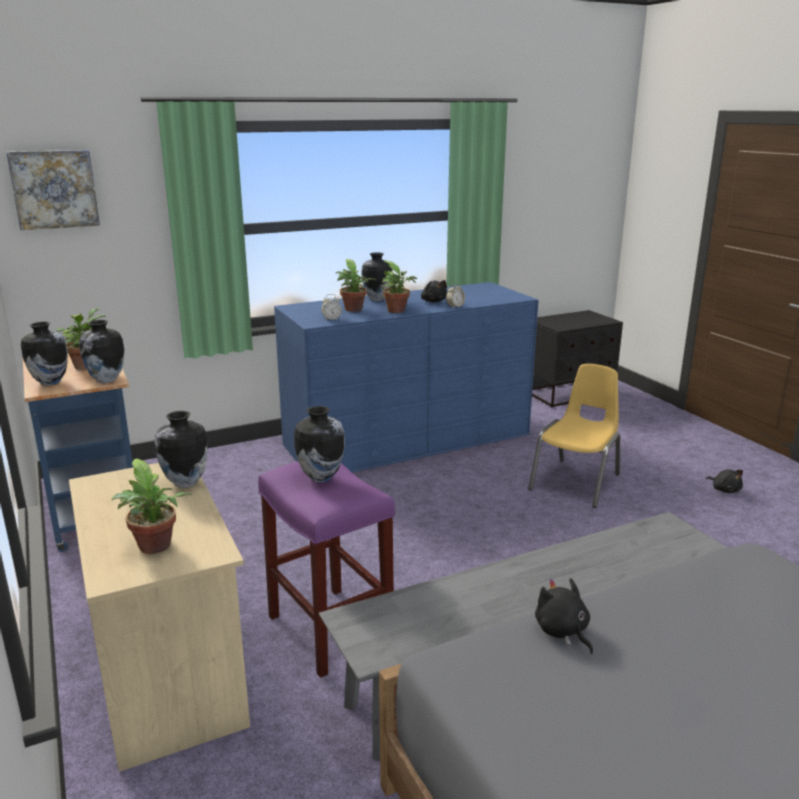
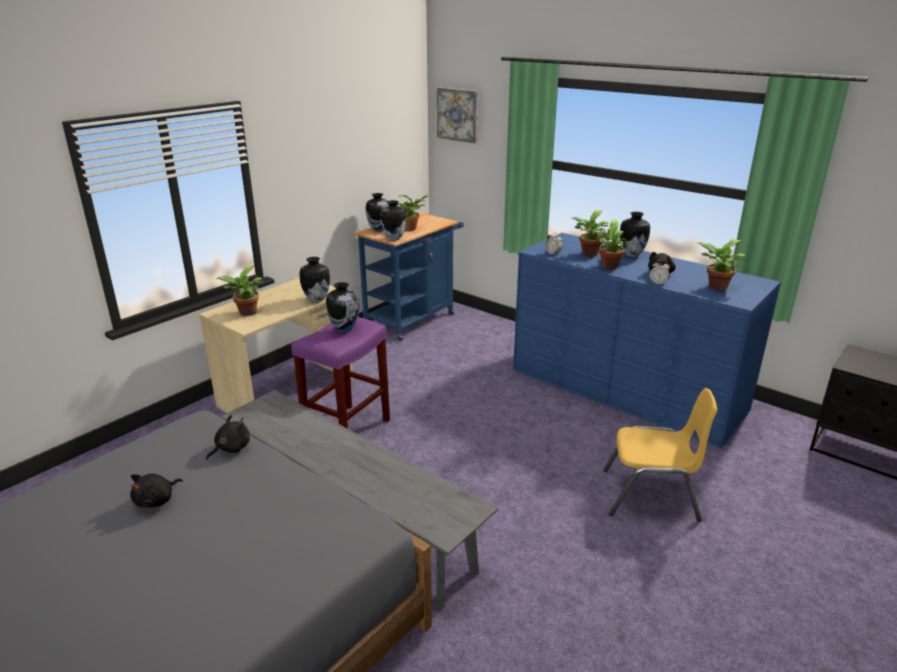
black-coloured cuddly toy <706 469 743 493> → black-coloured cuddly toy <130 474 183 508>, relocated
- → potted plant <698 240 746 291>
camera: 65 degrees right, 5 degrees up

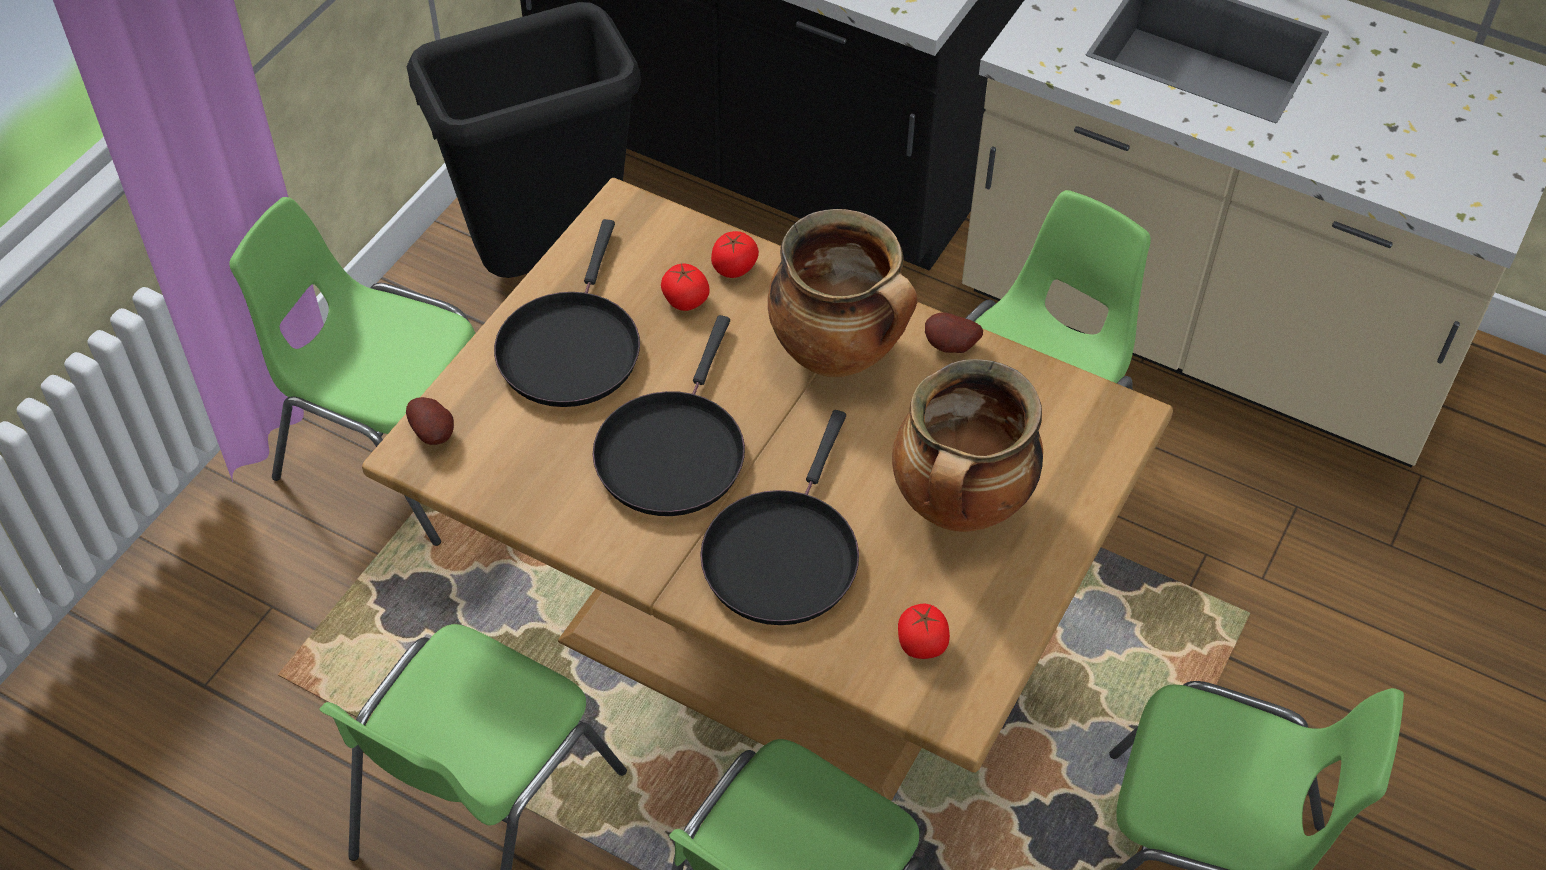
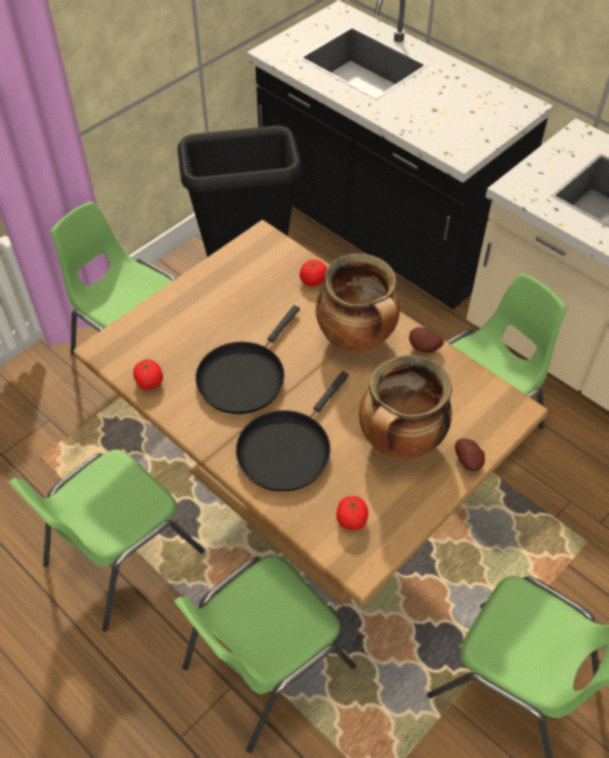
fresh tomato <661 263 709 311> → fresh tomato <133 360 163 389>, relocated
spud <406 397 454 445> → spud <455 438 485 471>, relocated
black-coloured pan <494 219 640 407> → -
camera: 15 degrees right, 0 degrees up

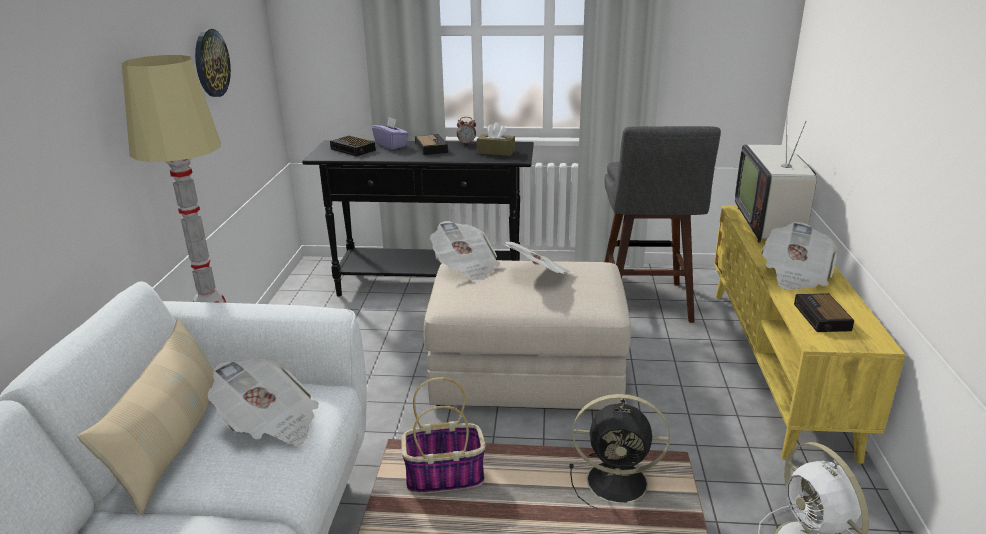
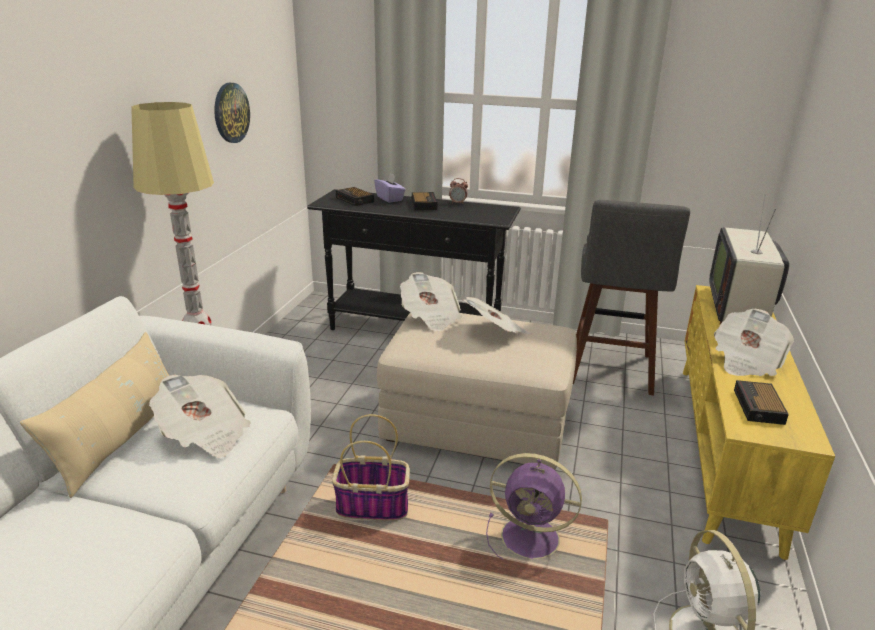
black-coloured fan <569 394 670 509> → purplish fan <486 453 582 560>
brown-coloured box of tissues <477 122 515 156> → -
camera: 10 degrees right, 0 degrees up

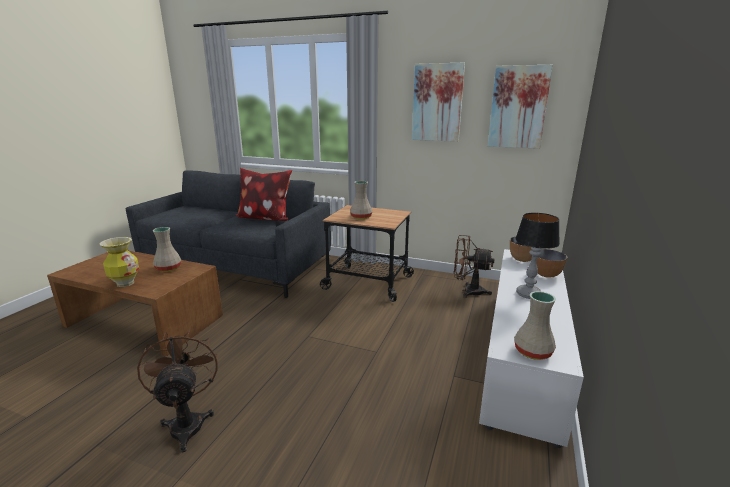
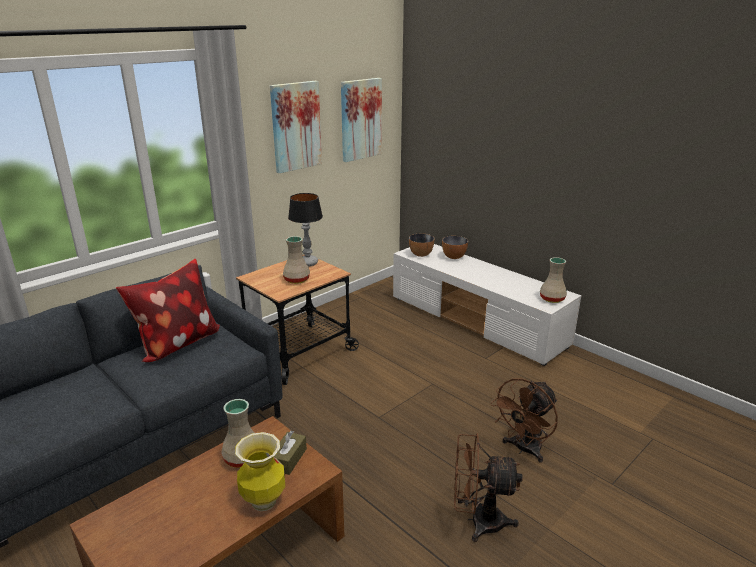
- → brown-coloured box of tissues <274 430 307 475>
table lamp <515 213 560 299> → table lamp <288 193 323 267>, relocated
brown-coloured fan <454 235 495 298> → brown-coloured fan <490 379 558 463>, relocated
camera: 65 degrees left, 5 degrees up

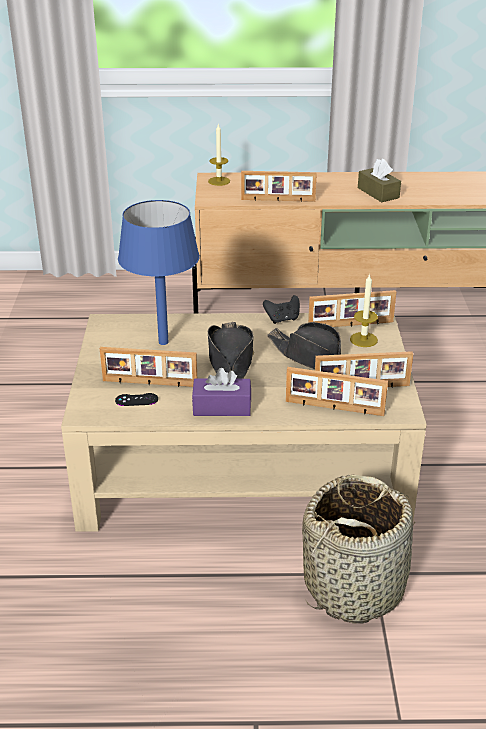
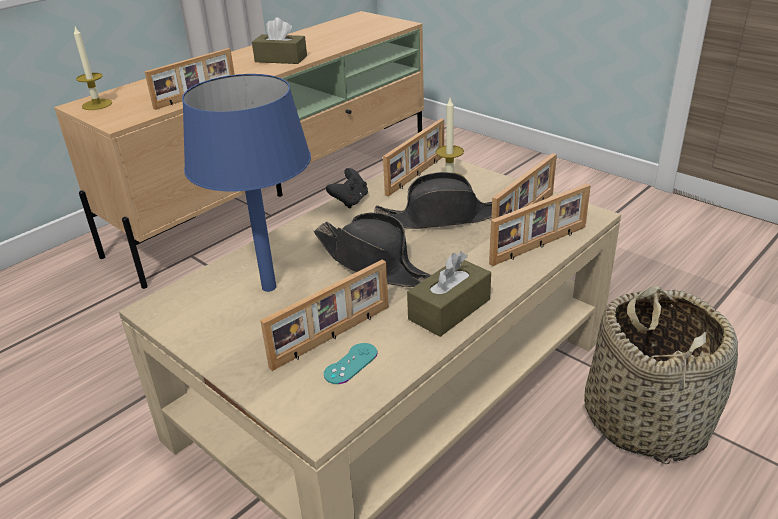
black-coloured game controller <115 393 158 406> → turquoise-coloured game controller <324 343 377 384>
purplish box of tissues <192 368 251 416> → brown-coloured box of tissues <407 252 491 337>
camera: 45 degrees left, 0 degrees up

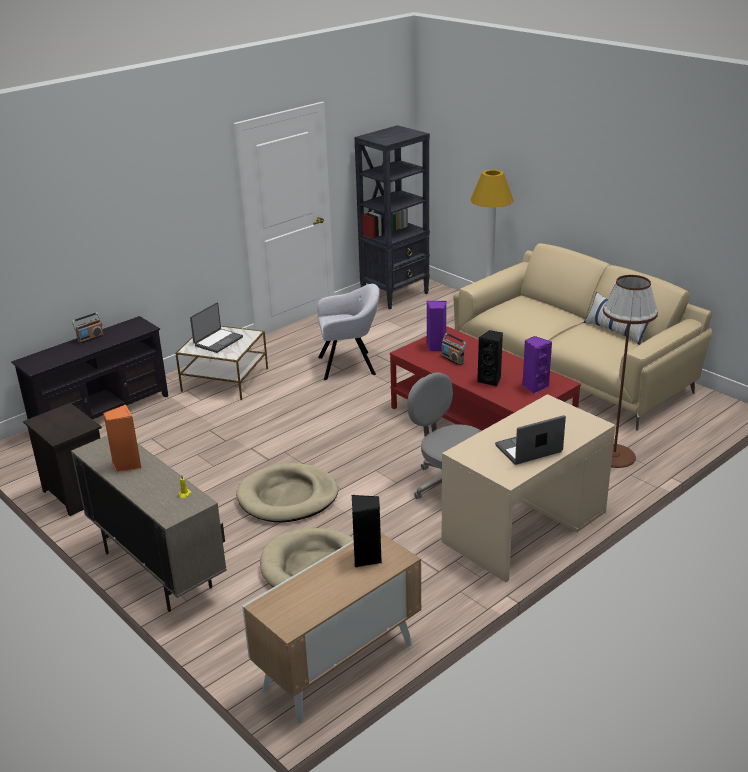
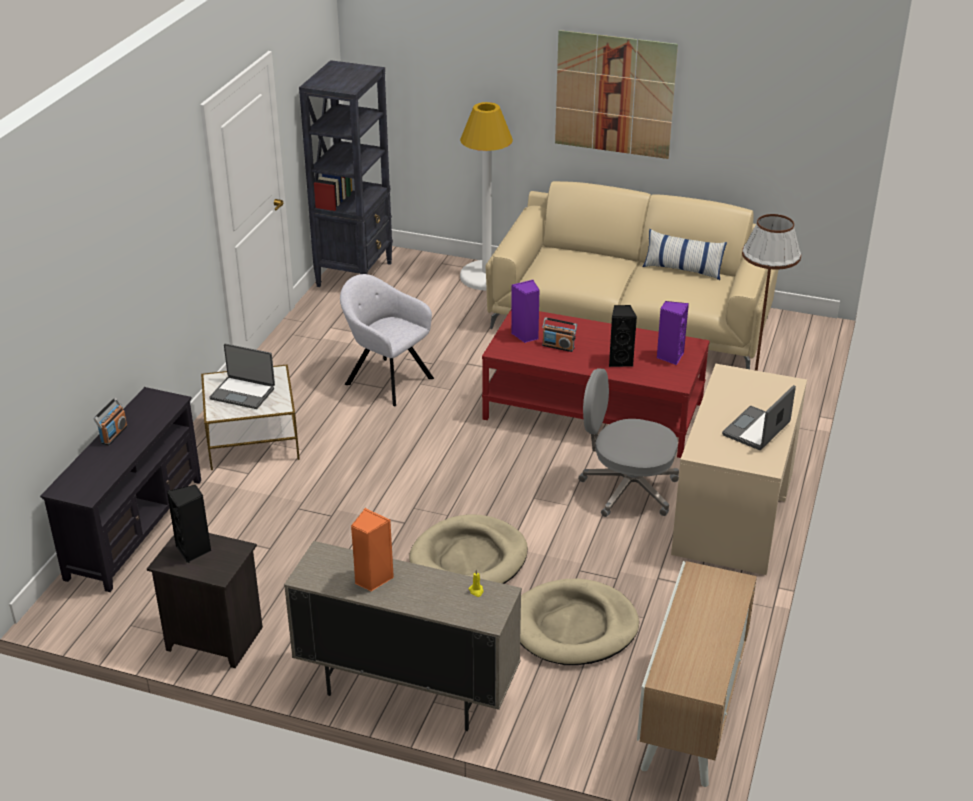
black-coloured audio speaker <352 495 382 567> → black-coloured audio speaker <167 485 211 563>, relocated
laptop <190 302 243 353> → laptop <209 344 275 409>, 105 degrees clockwise
greyish lounge chair <317 284 380 380> → greyish lounge chair <340 274 434 406>, 105 degrees counterclockwise
- → wall picture <555 30 678 159>
camera: 30 degrees left, 5 degrees up

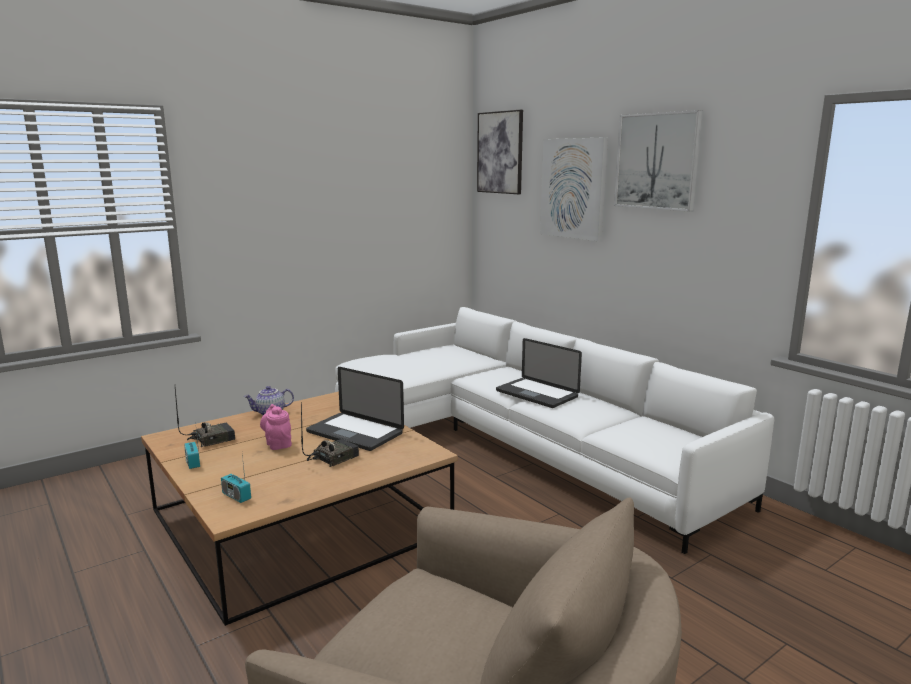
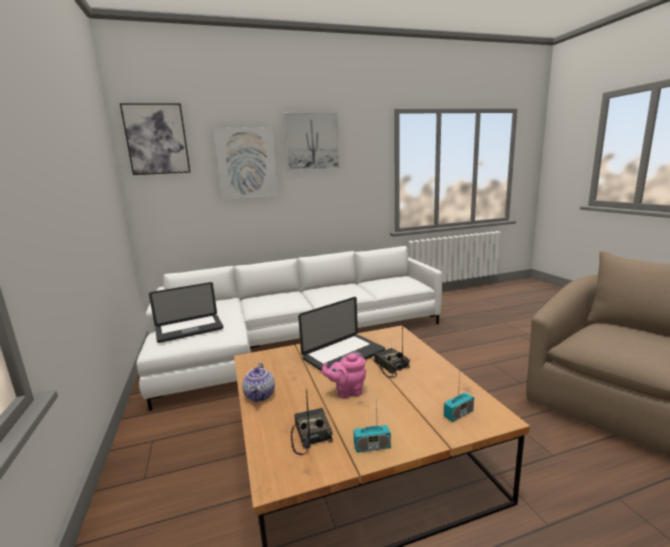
laptop <496 338 582 408> → laptop <149 282 223 343>, relocated
camera: 70 degrees left, 0 degrees up

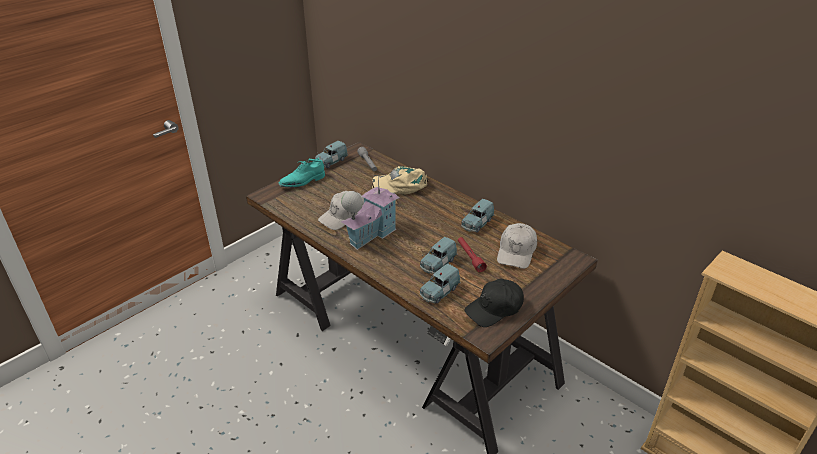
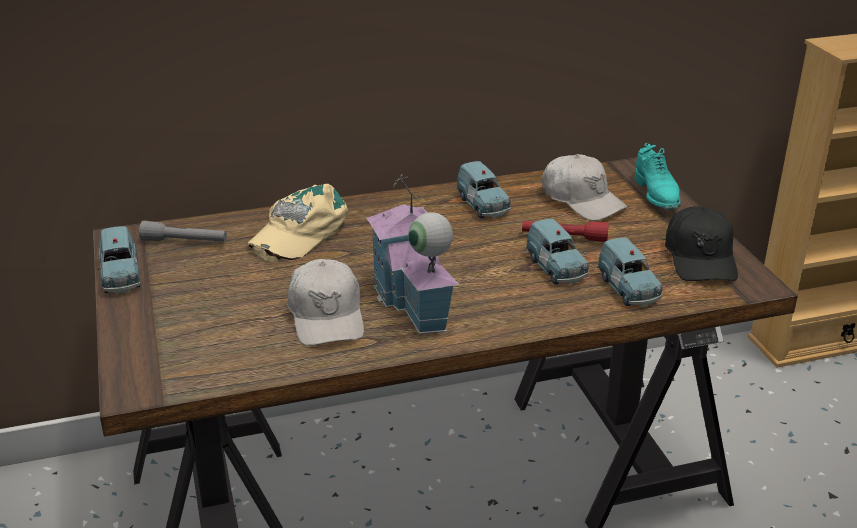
turquoise-coloured shoe <278 158 325 187> → turquoise-coloured shoe <634 143 681 210>, relocated
camera: 60 degrees left, 5 degrees down

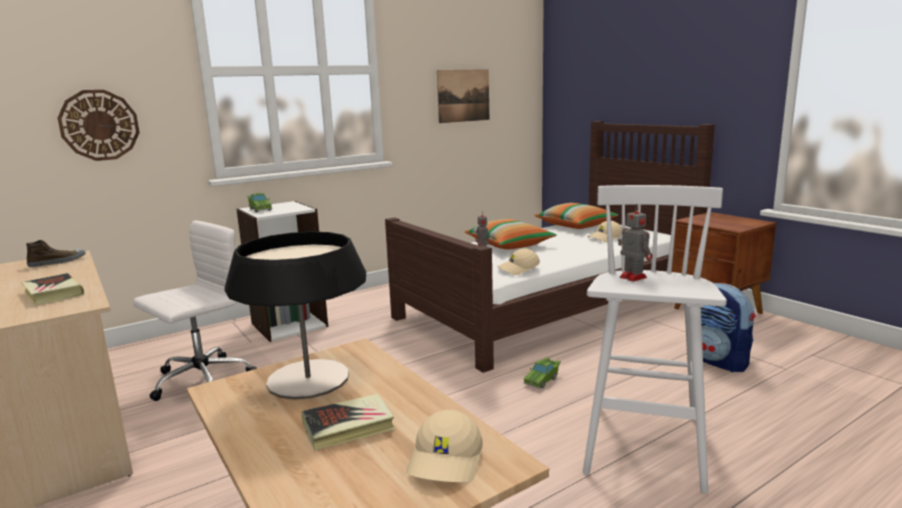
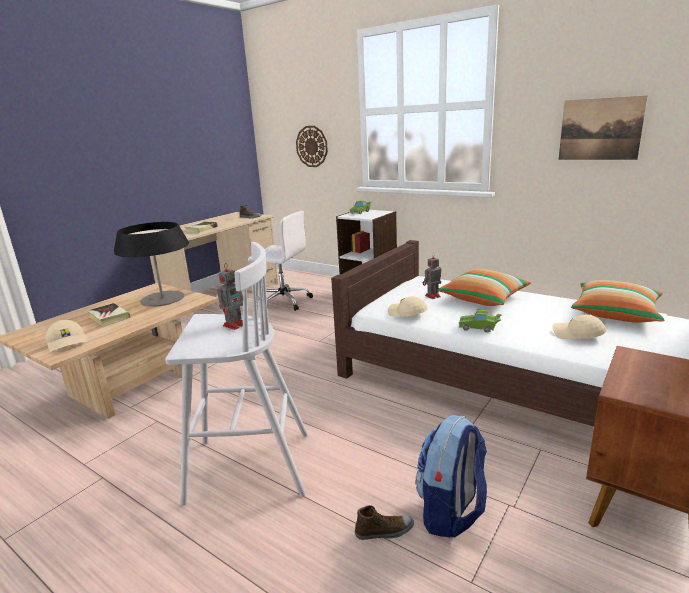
sand-coloured peaked cap <406 410 483 483> → sand-coloured peaked cap <46 320 87 352>, 120 degrees counterclockwise
- → shoe <355 505 414 540>
greenish model car <523 357 561 389> → greenish model car <459 310 502 333>, relocated
camera: 70 degrees right, 5 degrees up

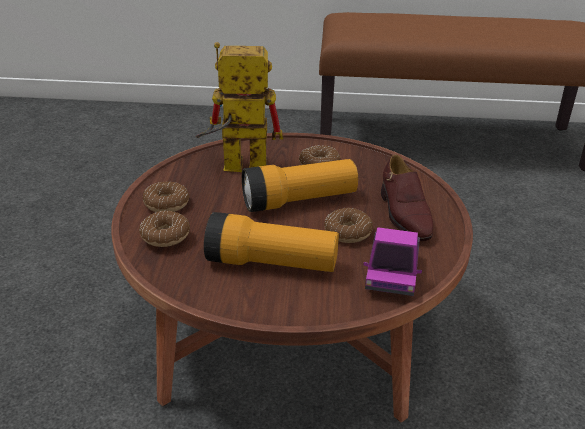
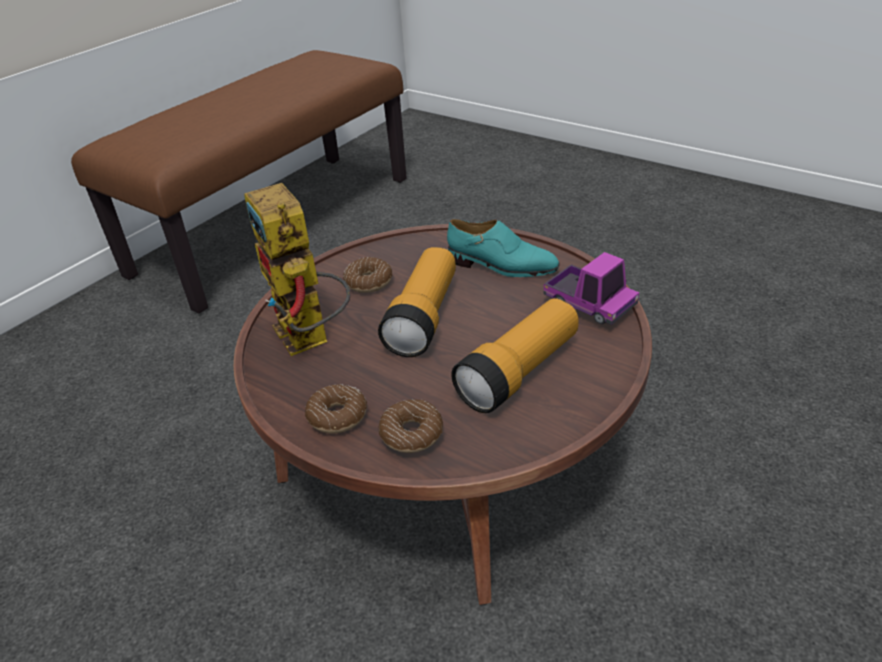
robot figure <196 42 283 172> → robot figure <245 183 350 356>, 60 degrees counterclockwise
brown-coloured shoe <381 155 433 241> → turquoise-coloured shoe <447 219 560 277>
doughnut <324 208 373 243> → -
camera: 55 degrees left, 5 degrees up

